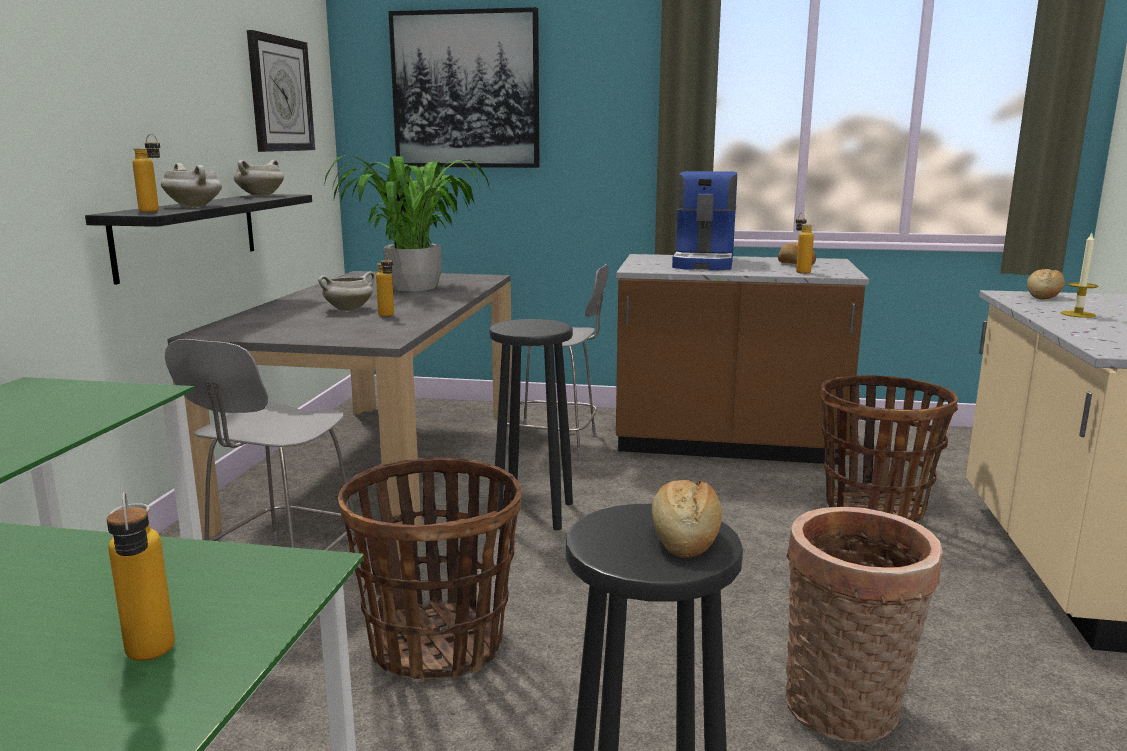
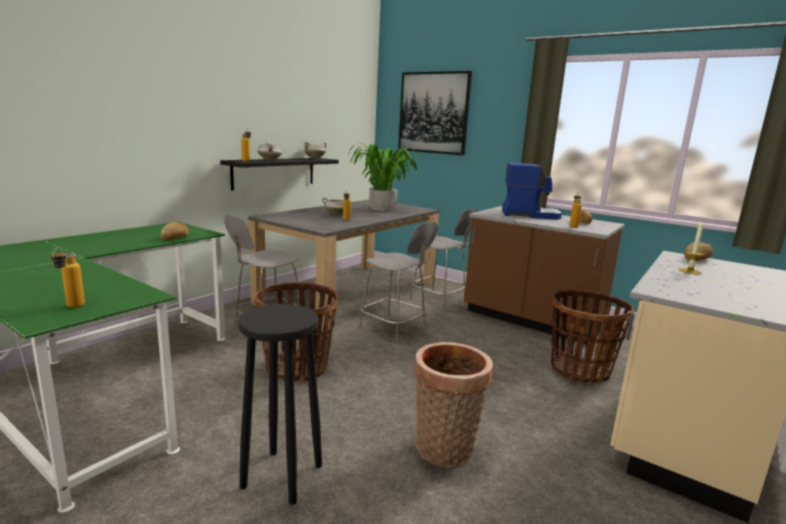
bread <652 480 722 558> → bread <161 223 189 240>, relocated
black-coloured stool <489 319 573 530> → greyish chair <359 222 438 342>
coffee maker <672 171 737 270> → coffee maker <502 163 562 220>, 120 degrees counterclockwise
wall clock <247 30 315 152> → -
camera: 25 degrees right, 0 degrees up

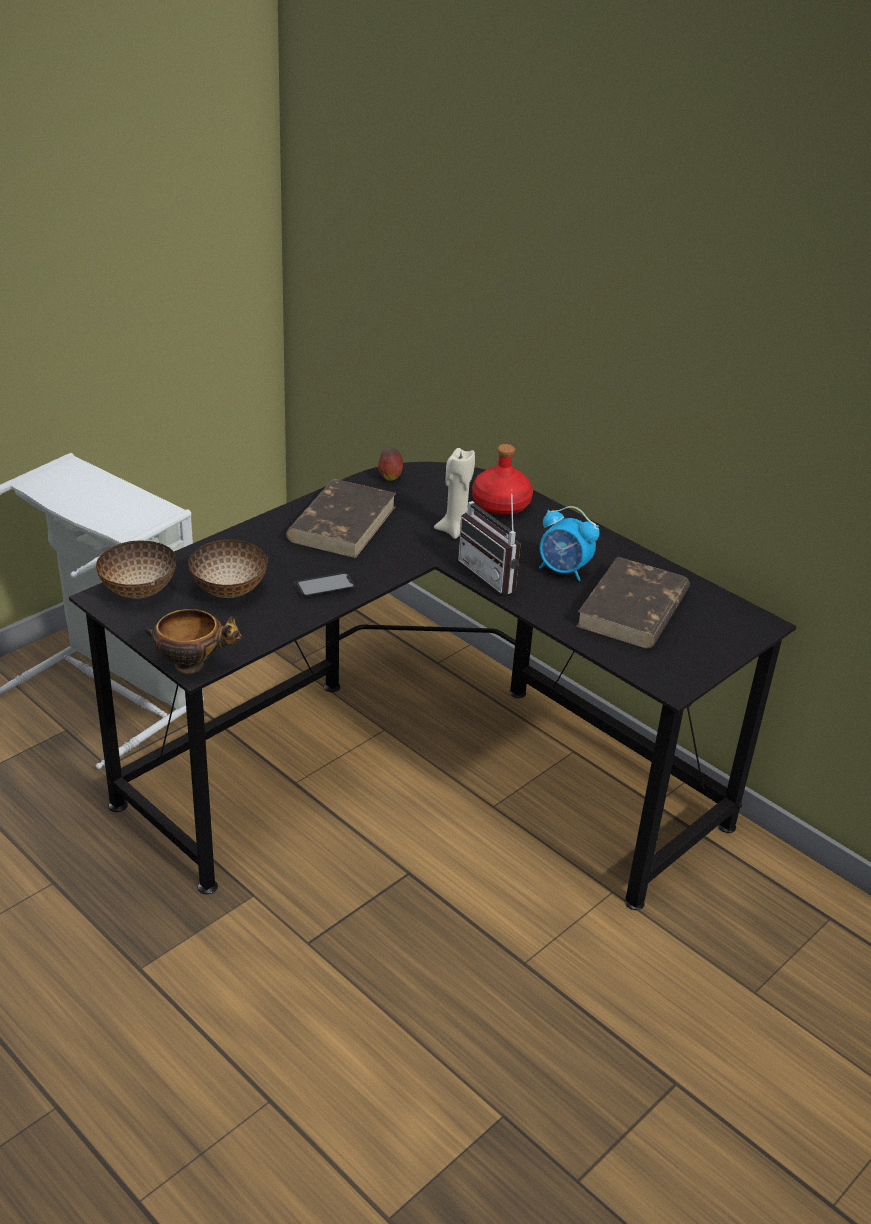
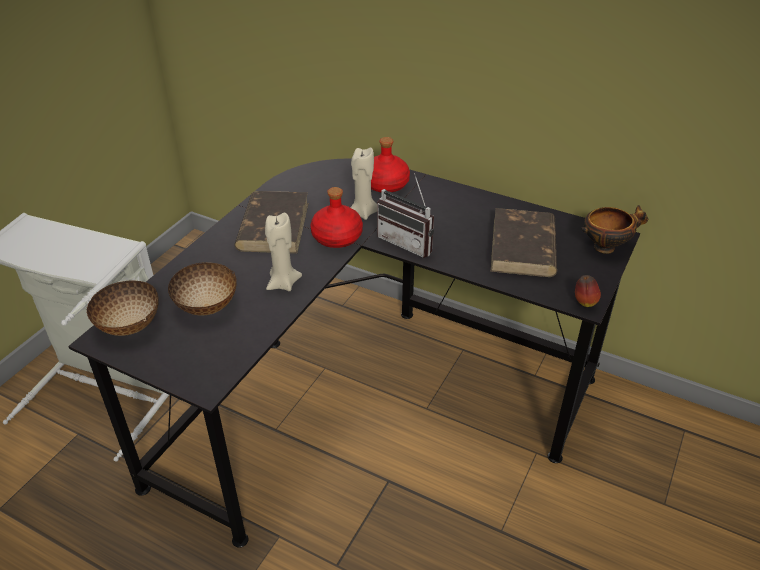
telephone <294 572 355 596> → sand-coloured wax candle <265 213 302 291>
- → reddish beverage bottle <310 187 363 248>
apple fruit <378 447 403 481> → apple fruit <575 275 601 307>, relocated
bowl <145 609 242 674> → bowl <581 205 648 254>, relocated
table clock <539 506 600 581> → -
camera: 15 degrees left, 5 degrees up

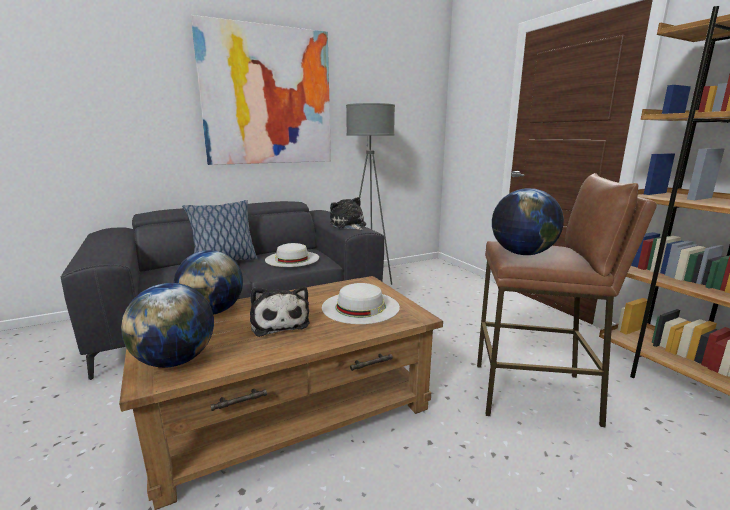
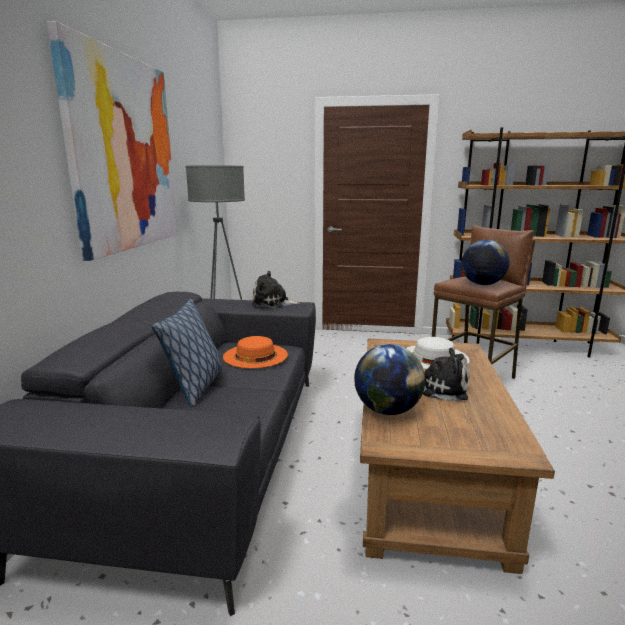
whitish wearable hat <265 243 319 267> → orange wearable hat <223 336 288 368>
globe <121 283 214 368> → -
camera: 55 degrees left, 0 degrees up

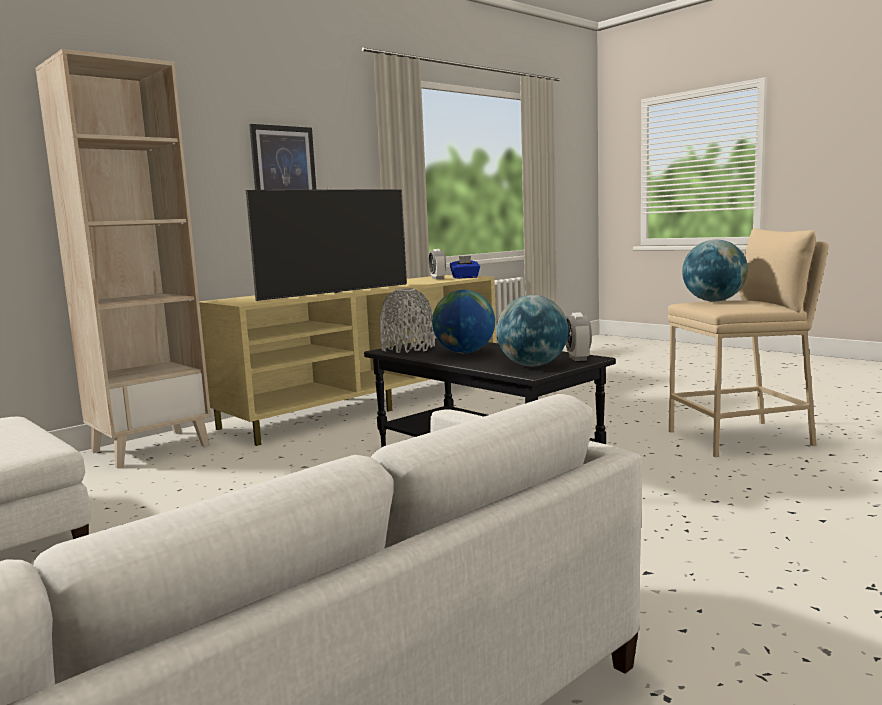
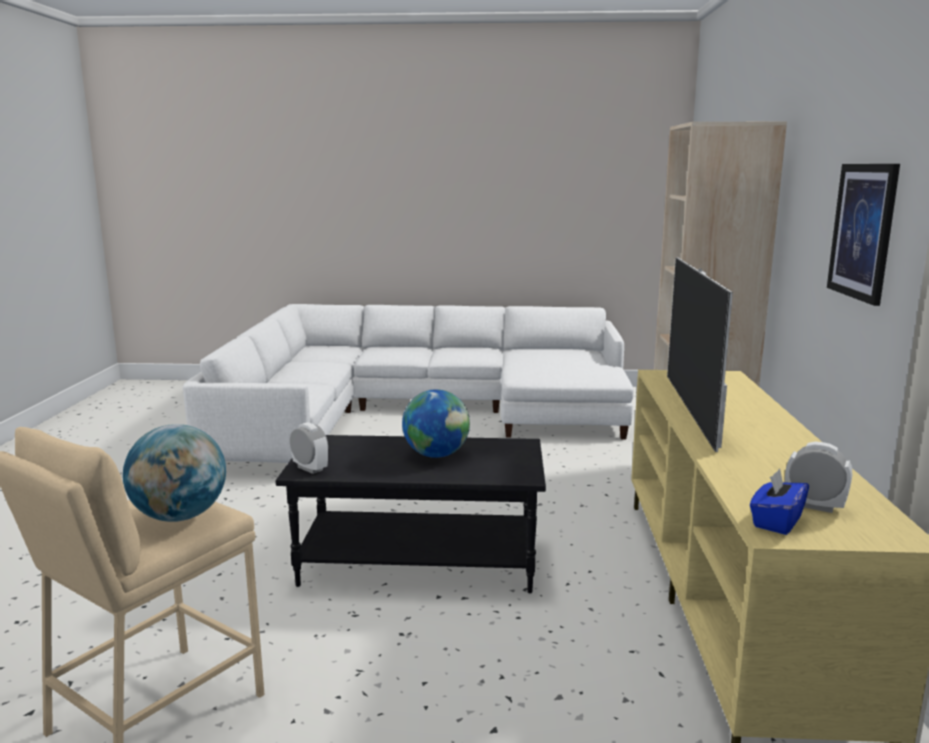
greyish flower vase <380 288 435 353> → -
globe <496 295 568 367> → -
camera: 135 degrees right, 5 degrees up

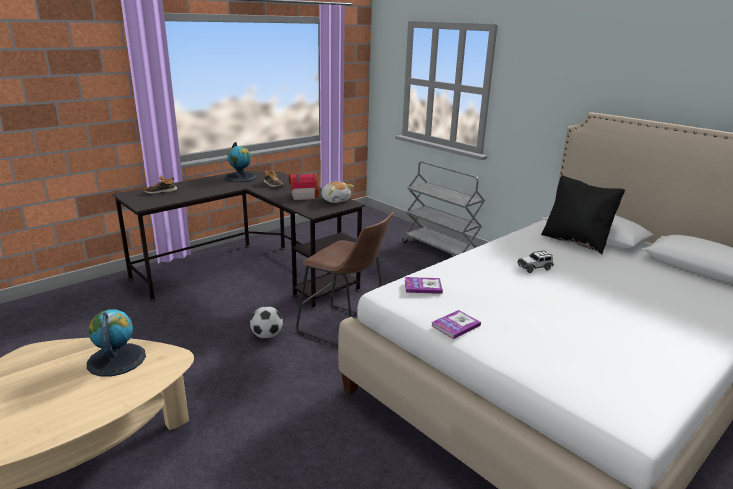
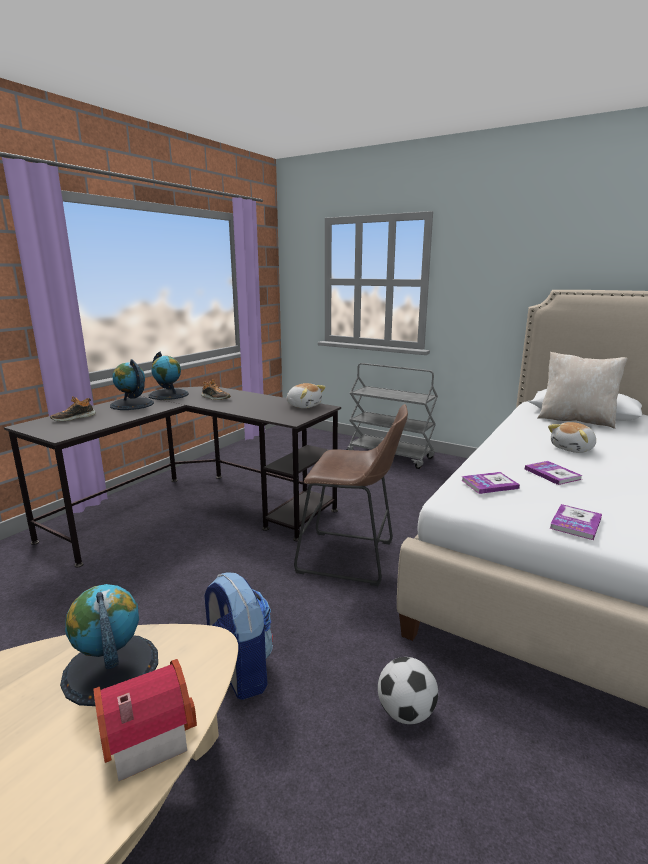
toy house <289 173 319 200> → toy house <93 659 197 781>, relocated
- → globe <110 359 154 410>
- → knapsack <204 572 273 700>
football <250 306 283 339> → football <378 657 438 724>, relocated
- → book <525 461 583 485>
black-coloured throw pillow <541 175 625 254> → sand-coloured throw pillow <537 352 628 429>
model car <517 250 554 273> → cuddly toy <548 422 596 453>
camera: 15 degrees left, 5 degrees down

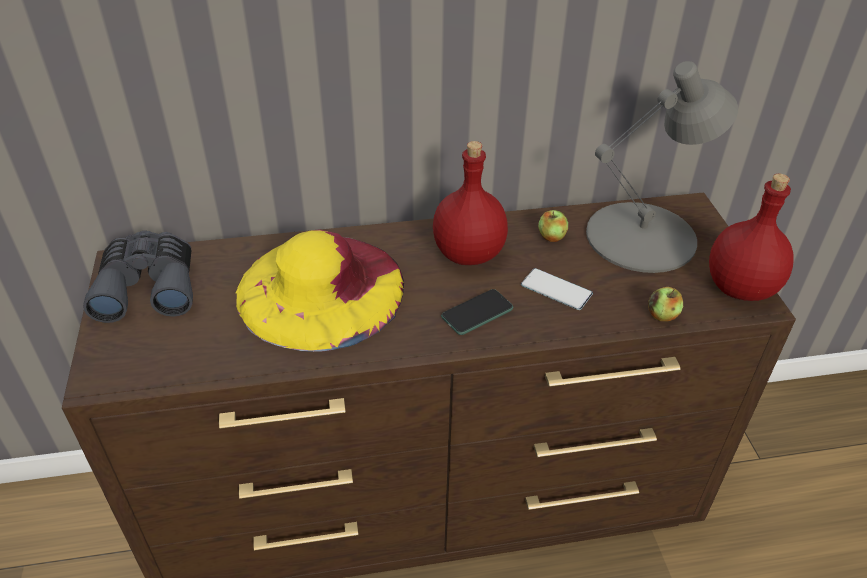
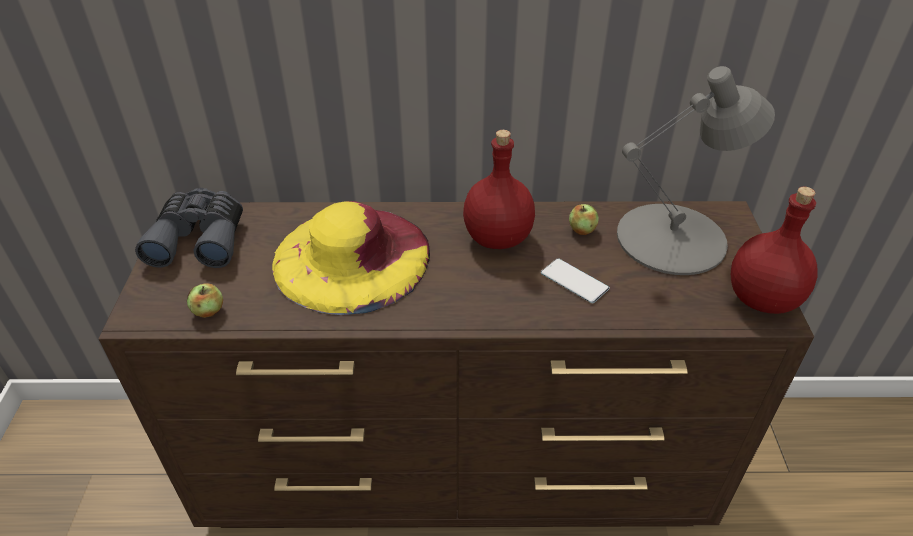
apple fruit <648 287 683 322> → apple fruit <187 283 223 318>, relocated
telephone <441 289 513 335> → -
camera: 10 degrees right, 0 degrees up

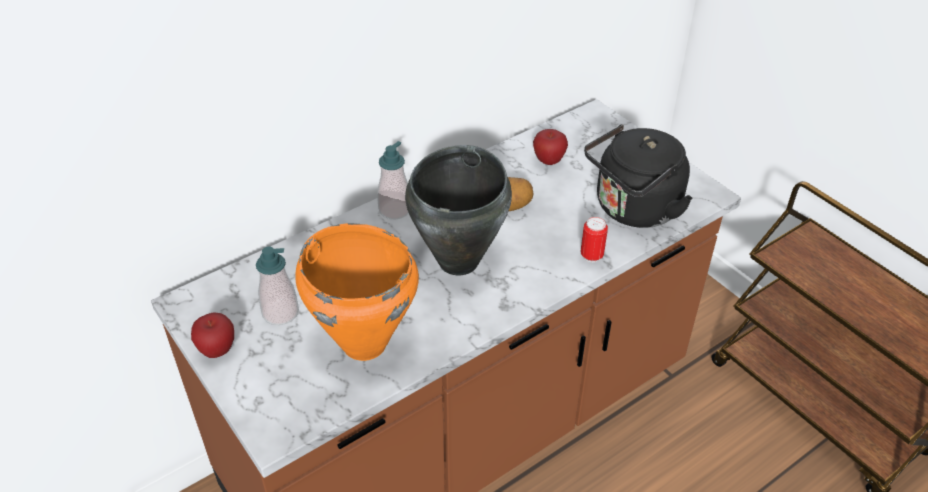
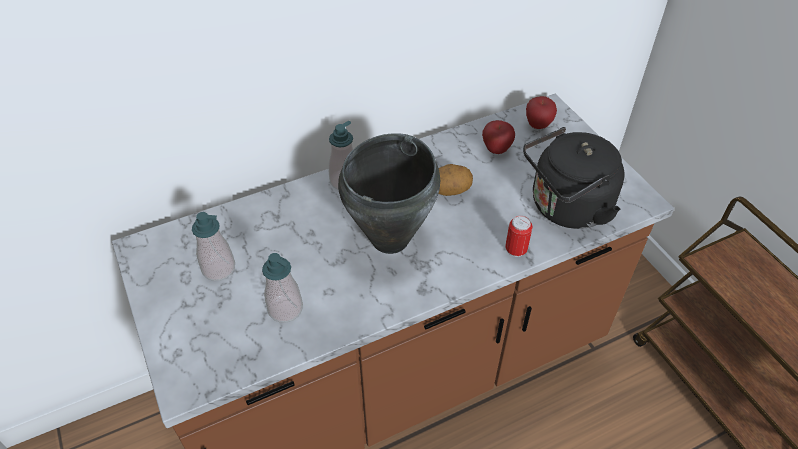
orange cooking pot <296 223 419 361> → liquid soap bottle <262 253 303 323>
apple fruit <191 312 234 358> → apple fruit <526 96 557 129>, relocated
camera: 10 degrees right, 5 degrees up

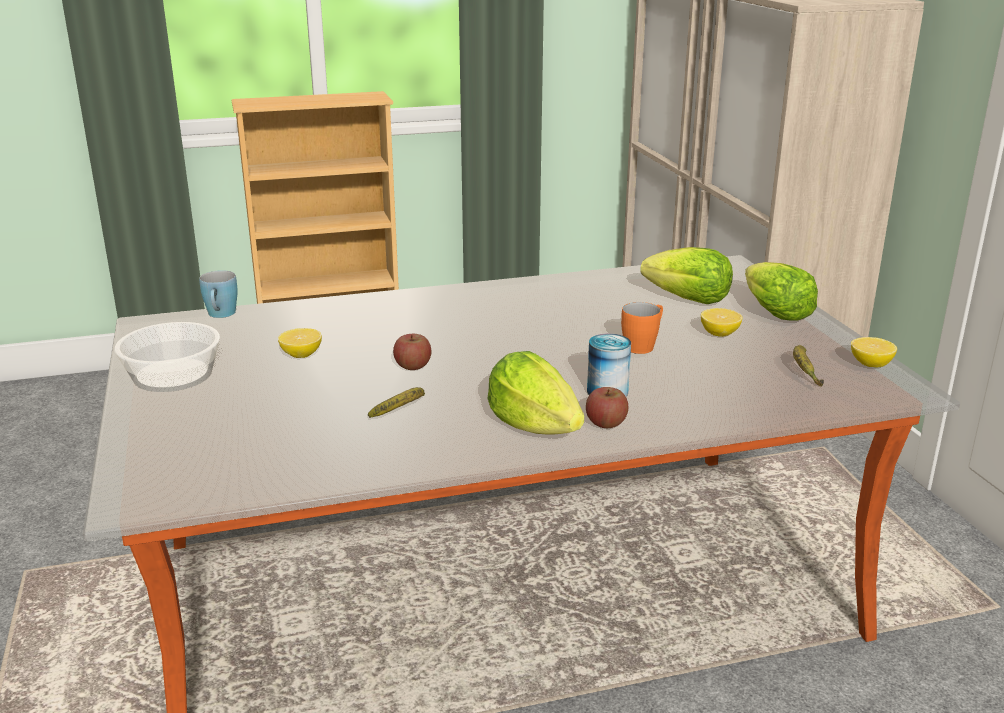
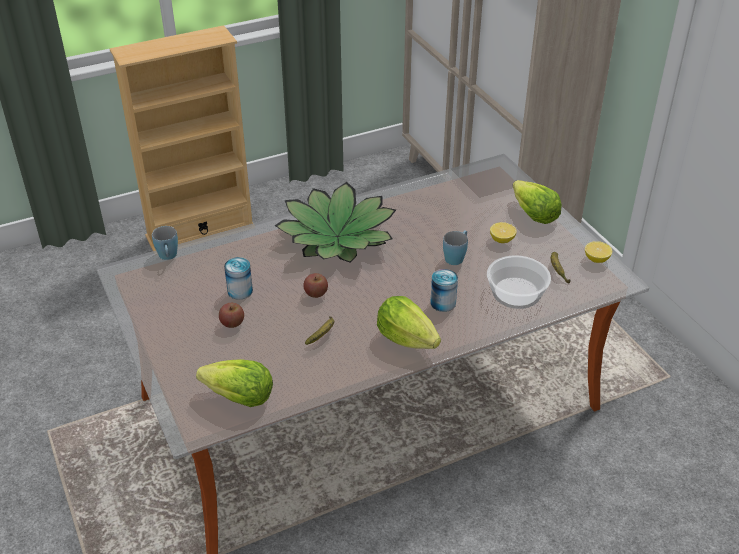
head of lettuce <640 247 733 304> → head of lettuce <196 359 273 407>, relocated
apple fruit <586 387 628 428> → apple fruit <219 303 244 328>, relocated
whole lemon <278 328 322 358> → metal can <224 257 253 300>
- → potted plant <275 182 396 263>
orange tea mug <621 302 663 354> → blue-coloured tea mug <443 230 468 265>
bowl <115 322 220 392> → bowl <487 255 551 309>, relocated
camera: 10 degrees left, 15 degrees up

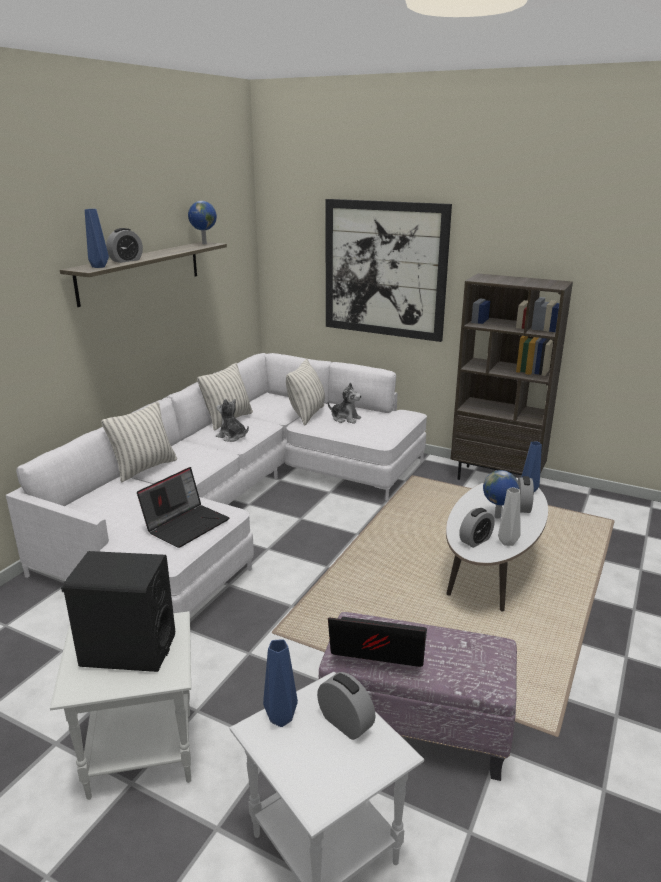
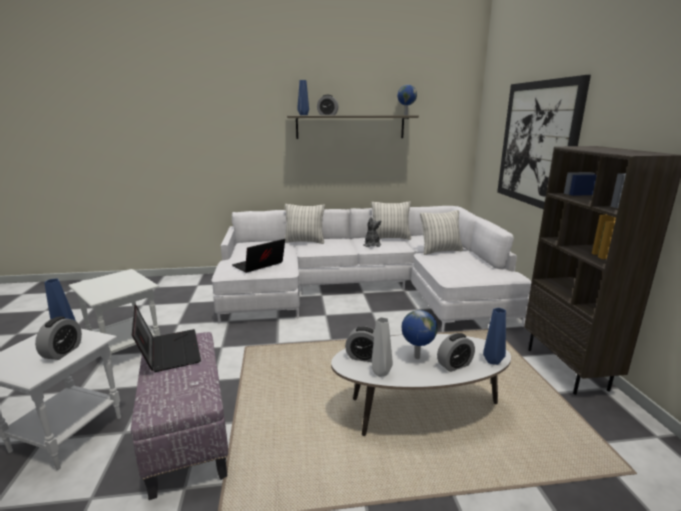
laptop <137 467 229 548> → laptop <232 239 285 273>, 135 degrees clockwise
black-coloured audio speaker <61 551 175 672> → -
cuddly toy <328 382 361 424> → -
camera: 55 degrees right, 5 degrees down

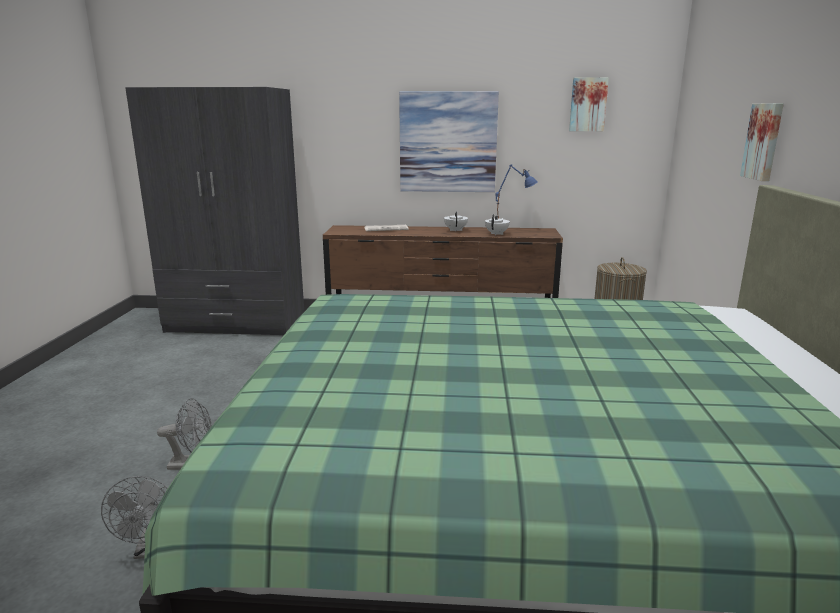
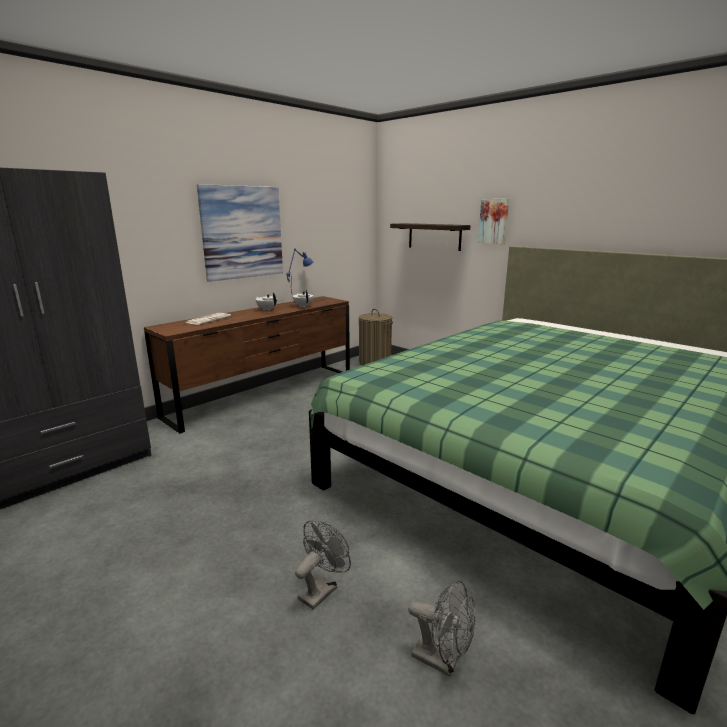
- → shelf <390 223 471 251>
wall picture <569 77 609 131> → -
camera: 50 degrees left, 0 degrees up

